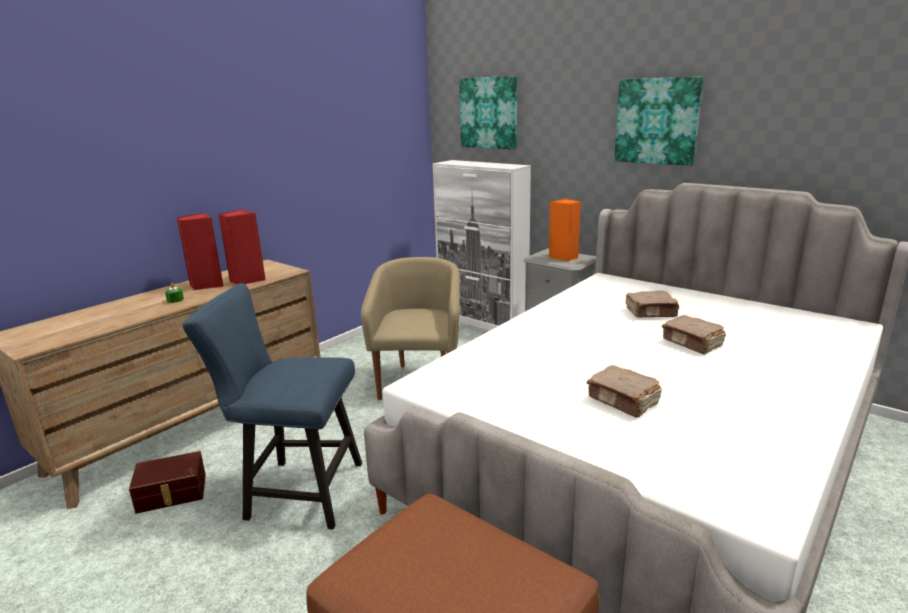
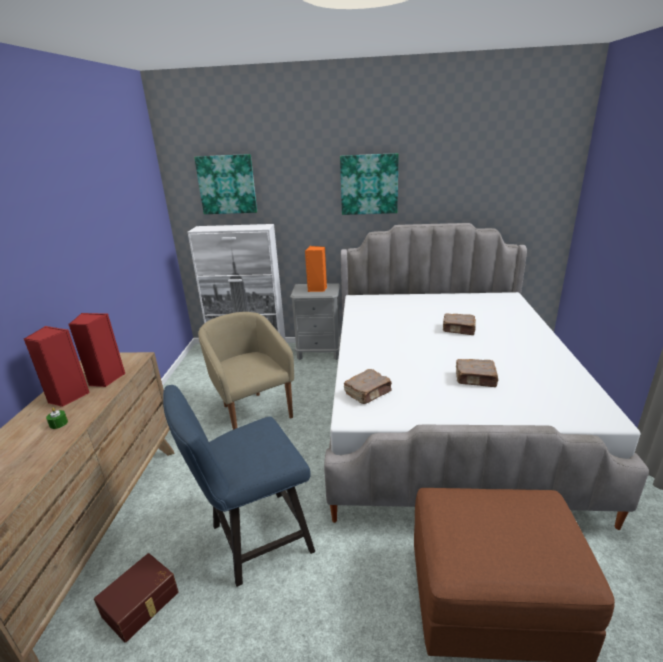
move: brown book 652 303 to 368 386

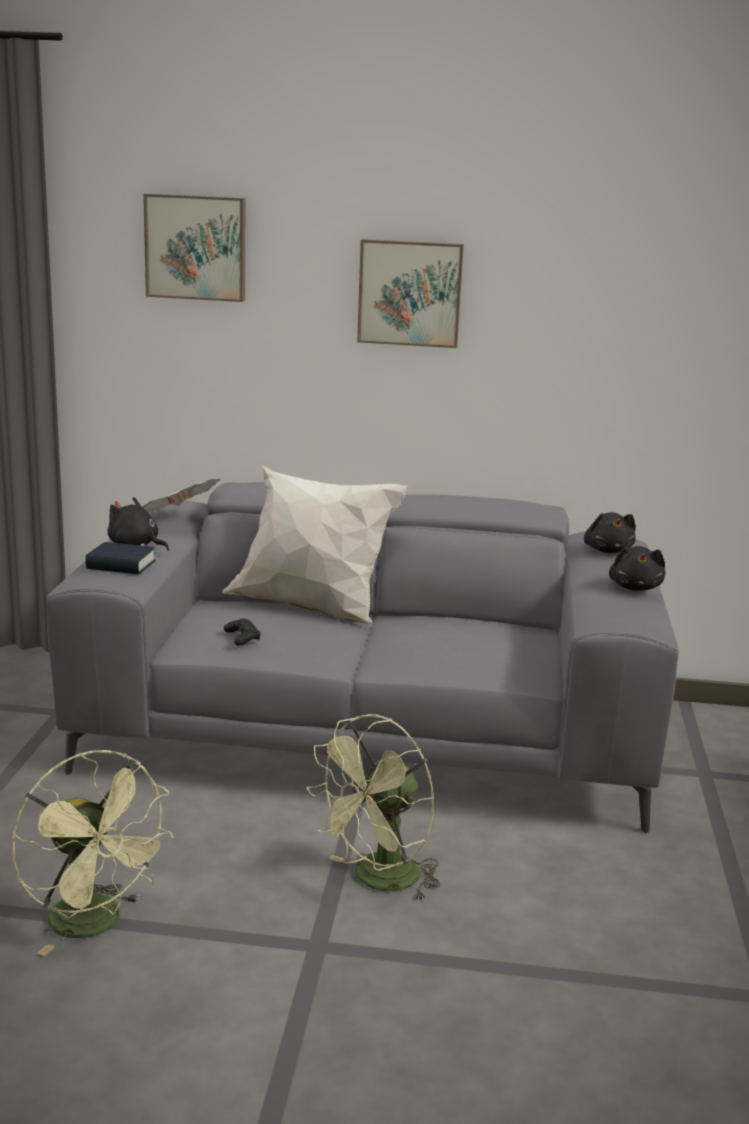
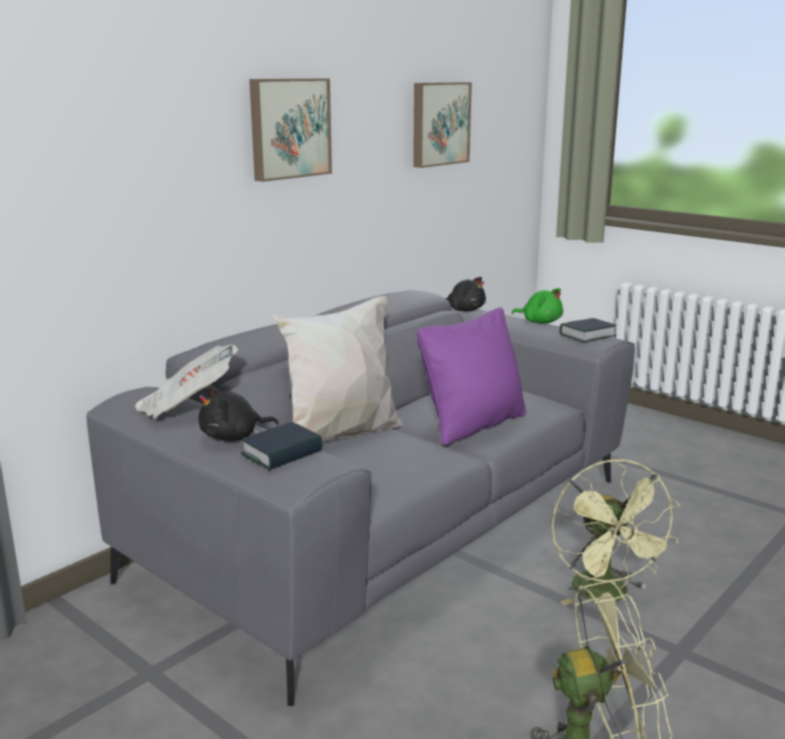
delete: black game controller 242 632
insert: purple pillow 471 376; book 588 330
move: picture 194 248 to 442 125
recolor: black plush toy 637 568 to green plush toy 537 306

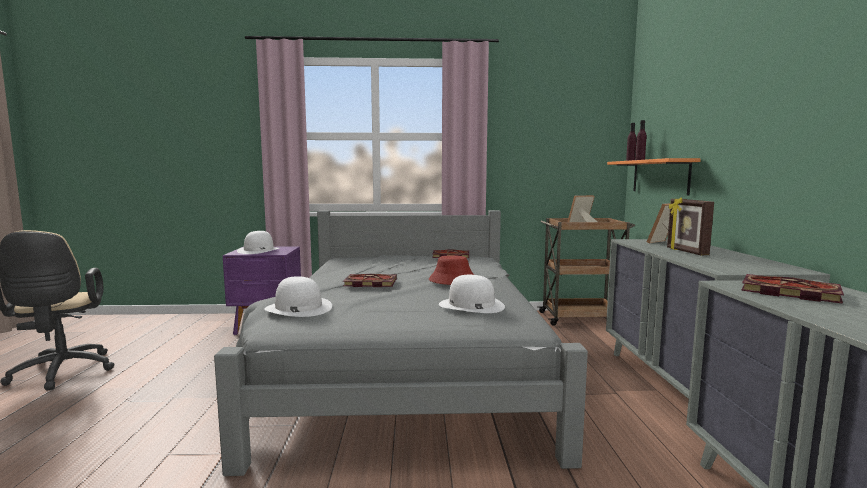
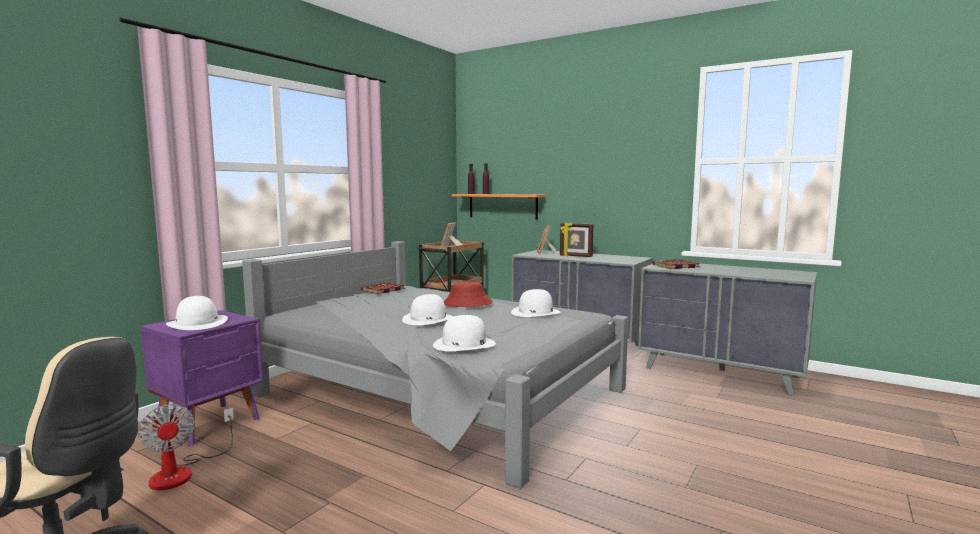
insert: fan 186 447
replace: book 370 280 to white hat 428 309

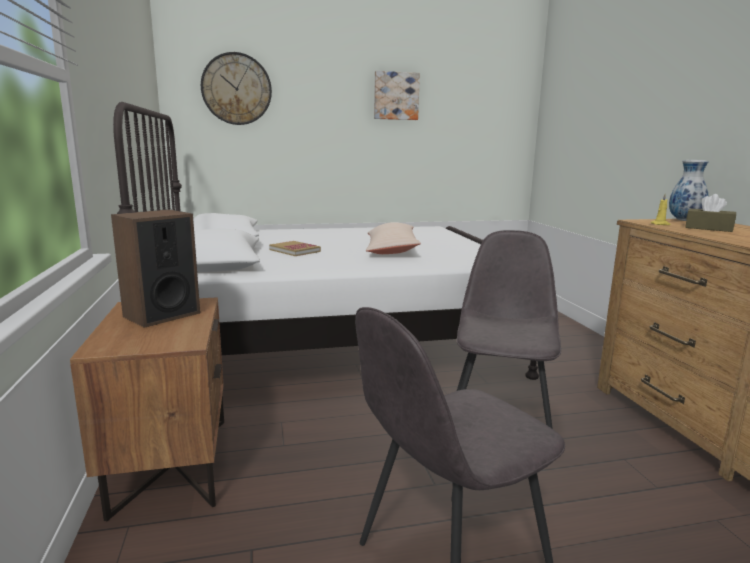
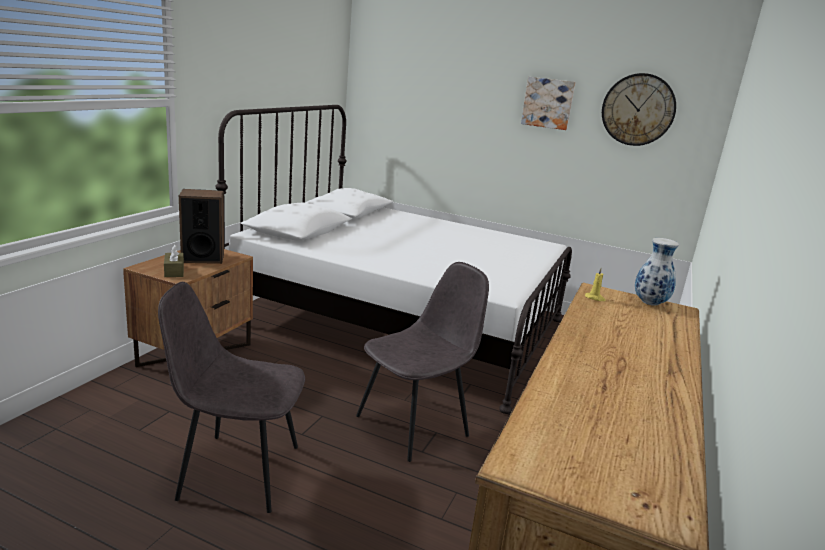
delete: book 295 248; beige pillow 393 238
move: wall clock 236 88 to 639 109; brown tissue box 710 213 to 174 261

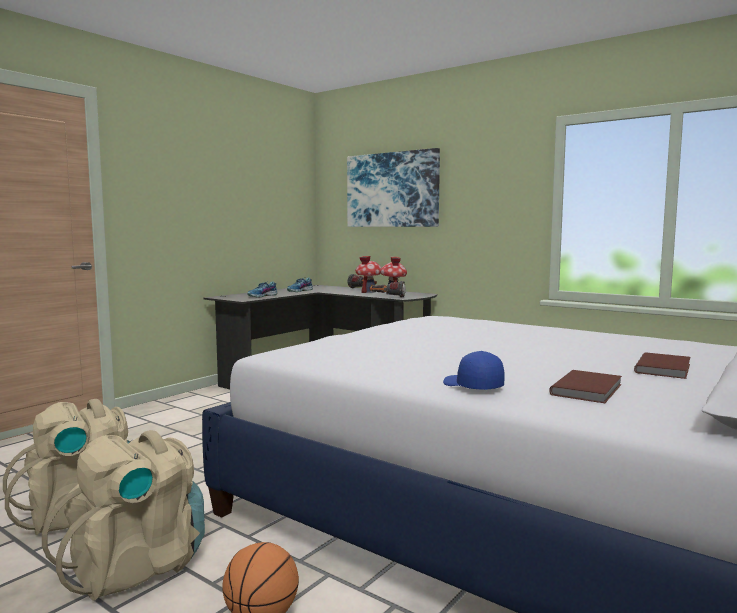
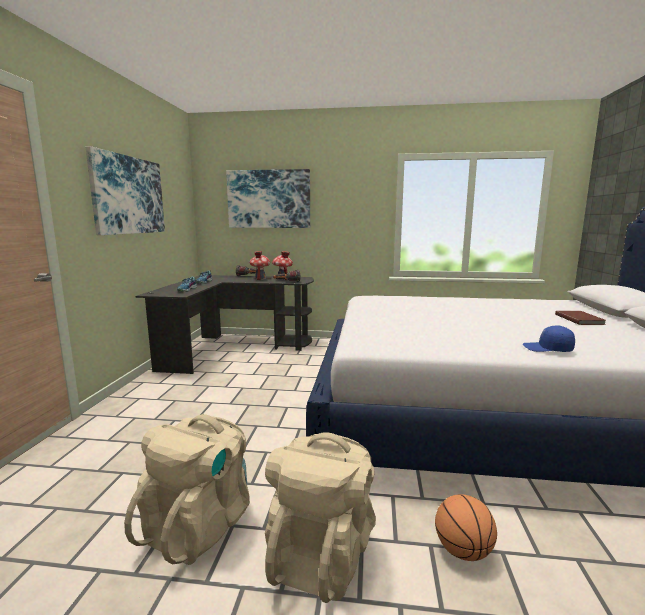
delete: brown book 585 386
insert: picture 125 190

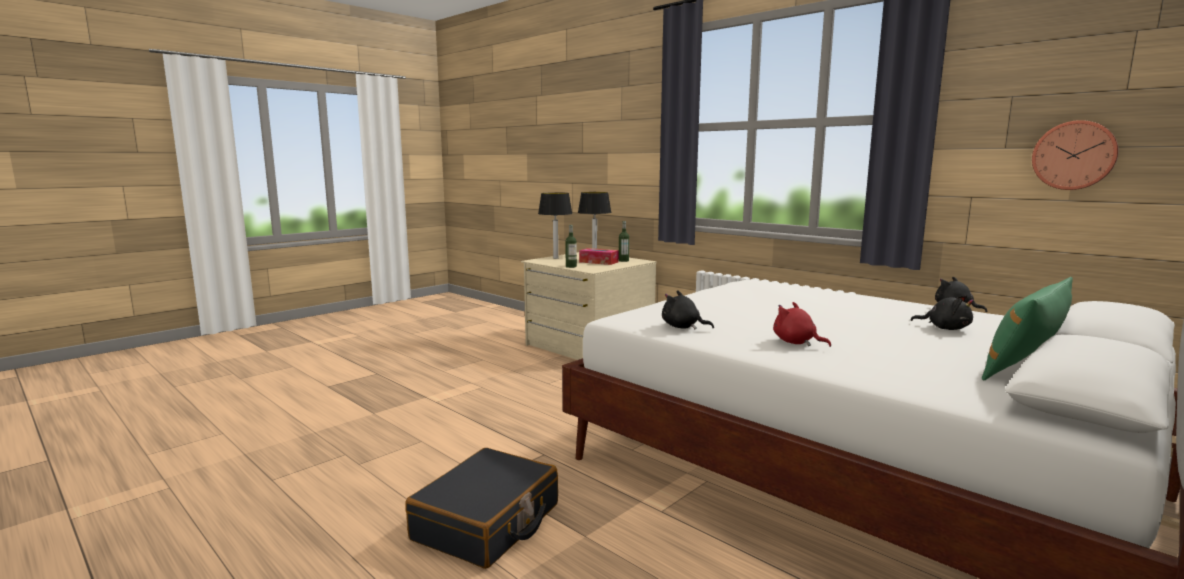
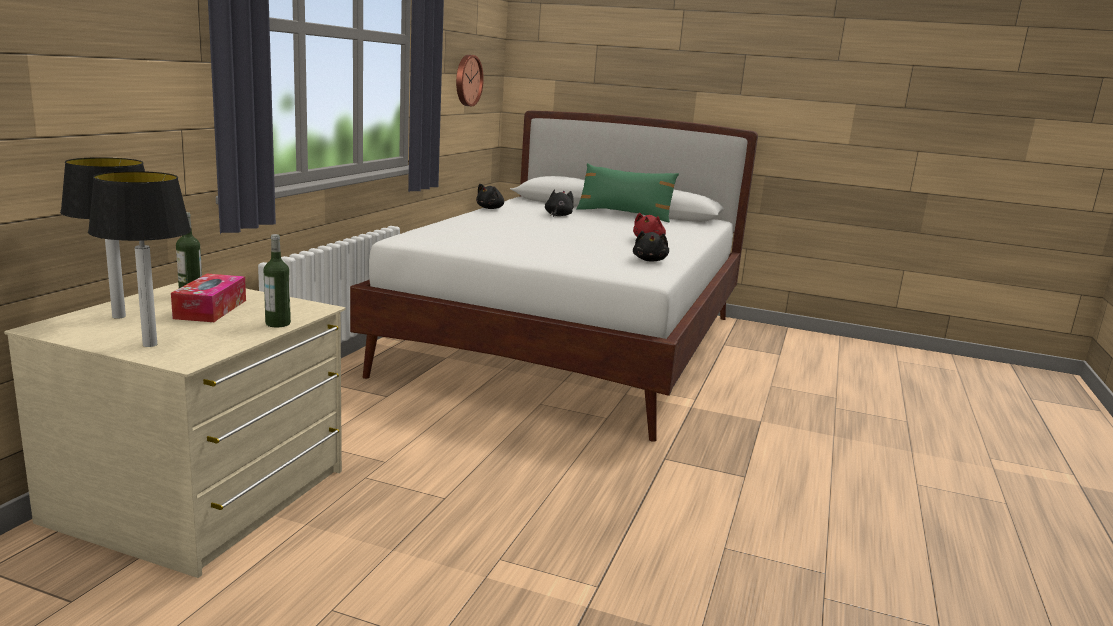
delete: black suitcase 481 508

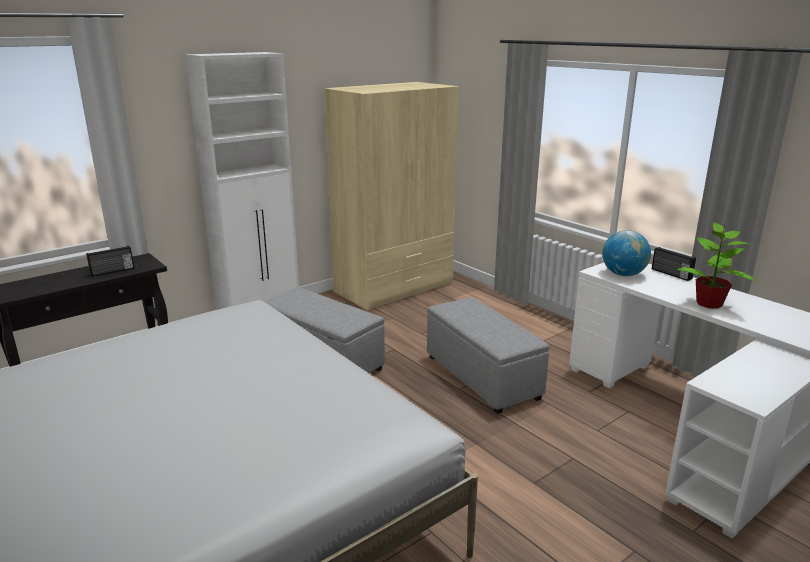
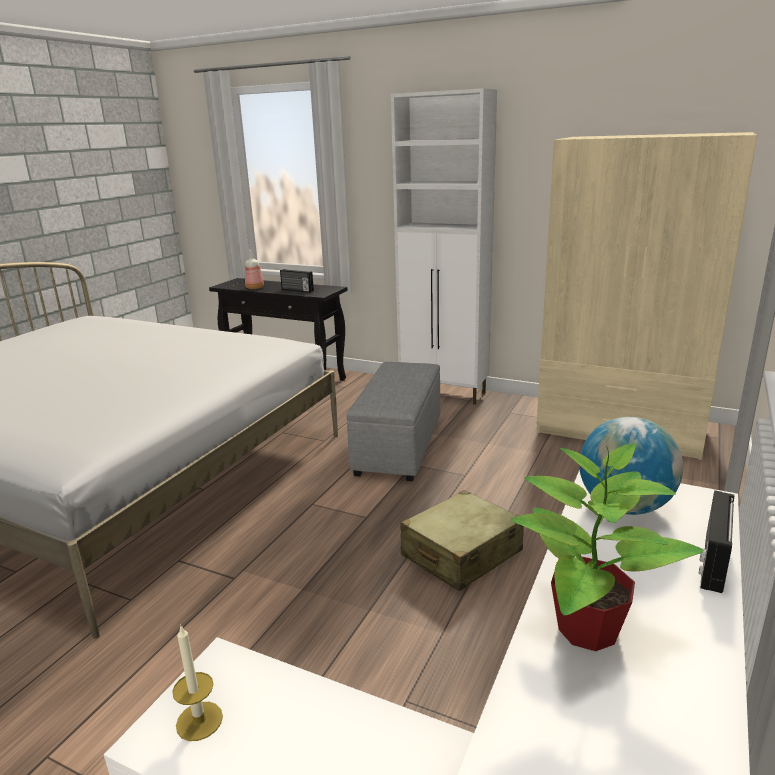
insert: candle 197 682; bottle 254 269
replace: grey ottoman 488 355 to beige suitcase 462 540

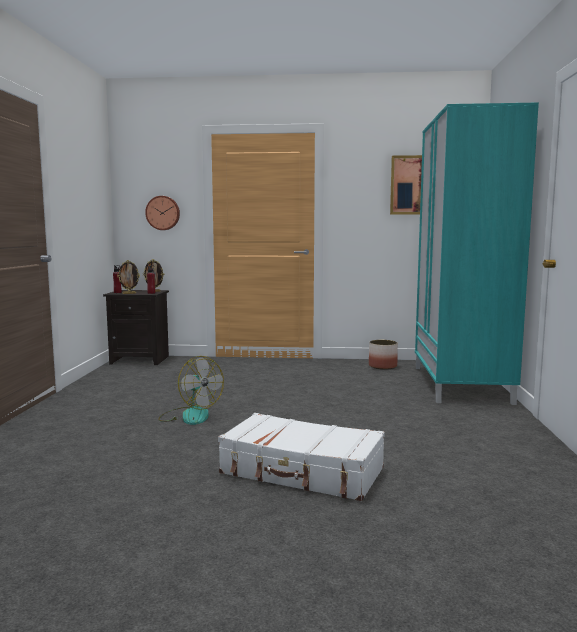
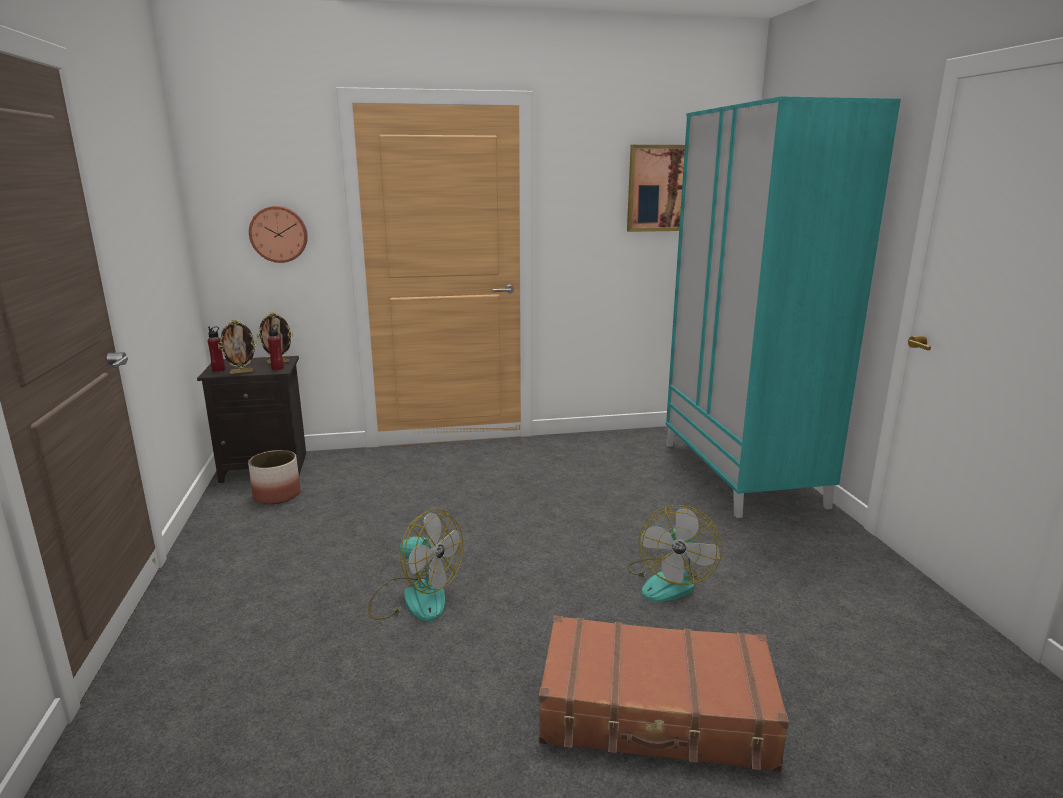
insert: fan 675 553
move: planter 383 355 to 274 477
recolor: white suitcase 301 457 to brown suitcase 664 694

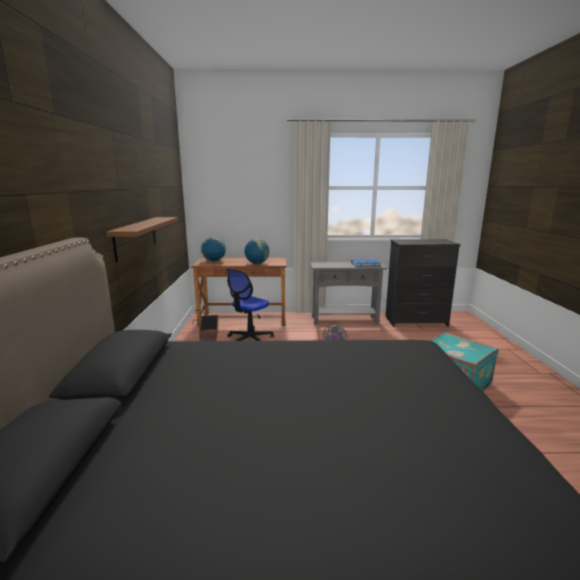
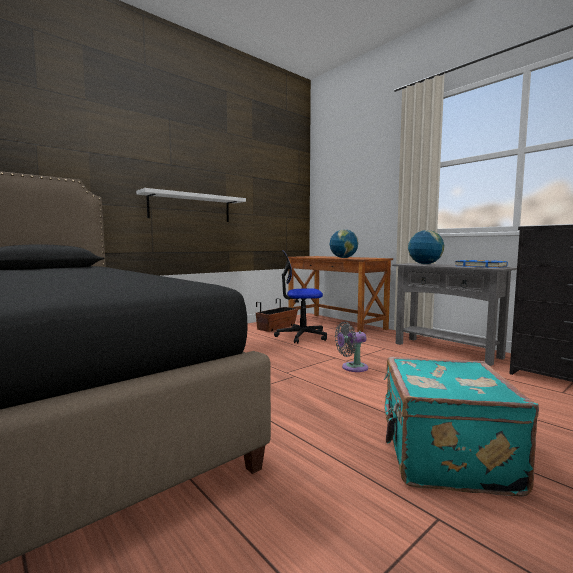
move: globe 213 249 to 426 247
recolor: brown shelf 142 240 to white shelf 191 205

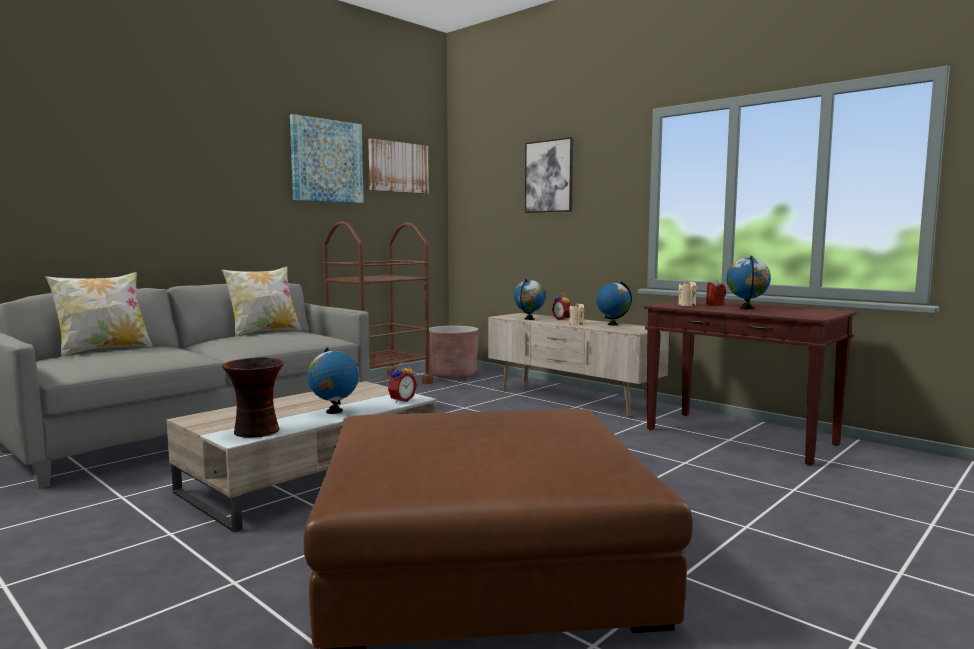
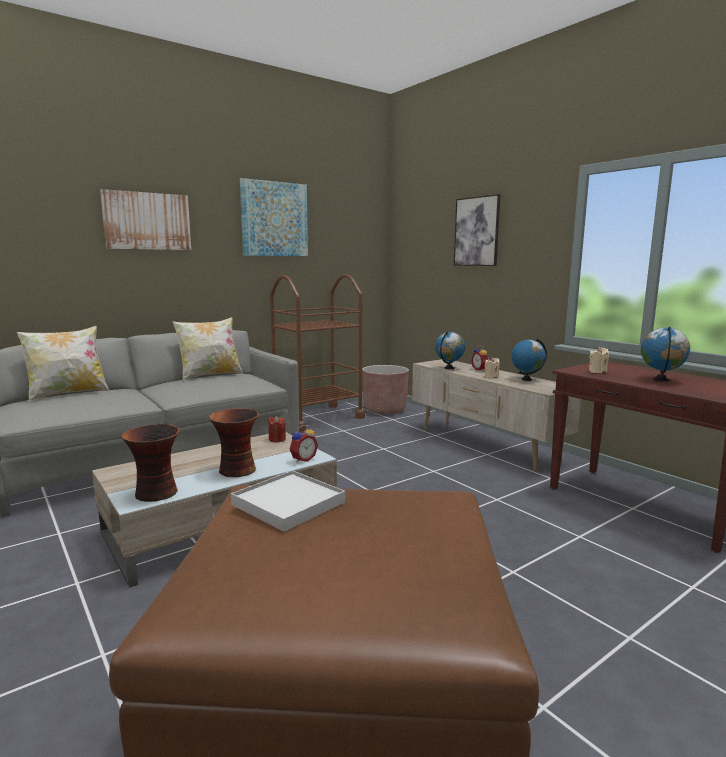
insert: white tray 288 501
move: picture 398 166 to 145 219; red candle 716 293 to 277 429
replace: globe 333 380 to vase 234 442

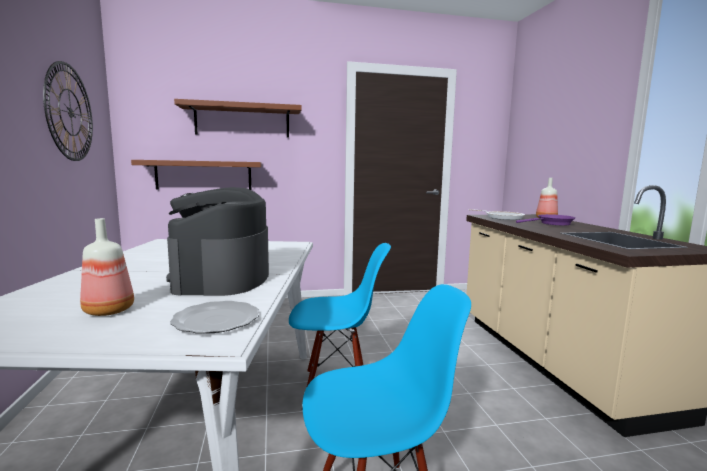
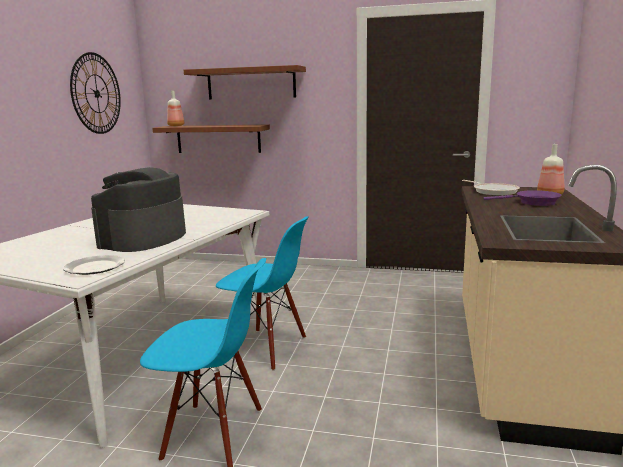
move: bottle 107 267 to 175 108

